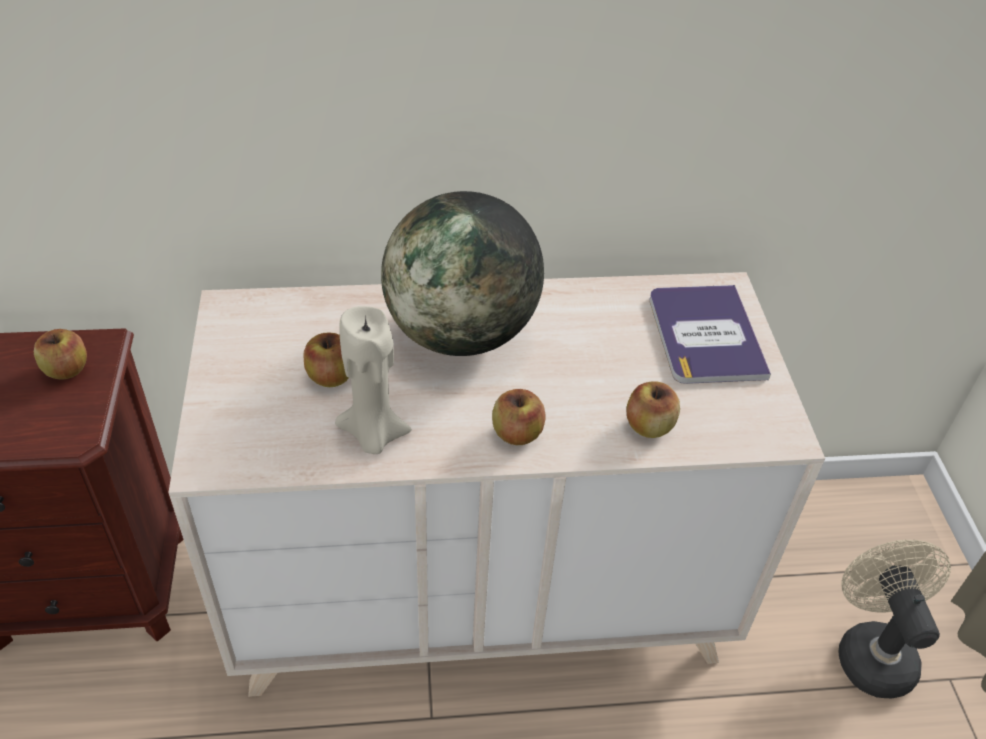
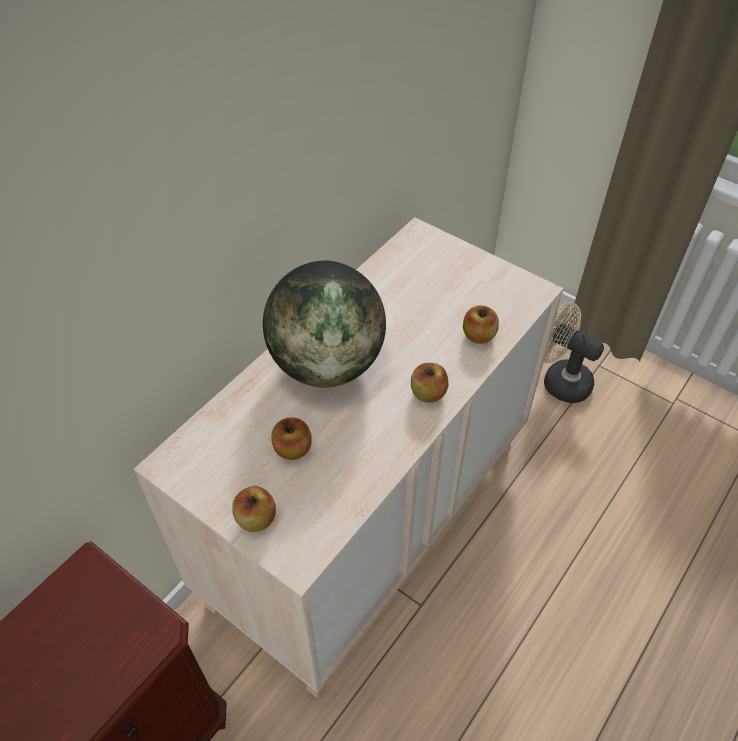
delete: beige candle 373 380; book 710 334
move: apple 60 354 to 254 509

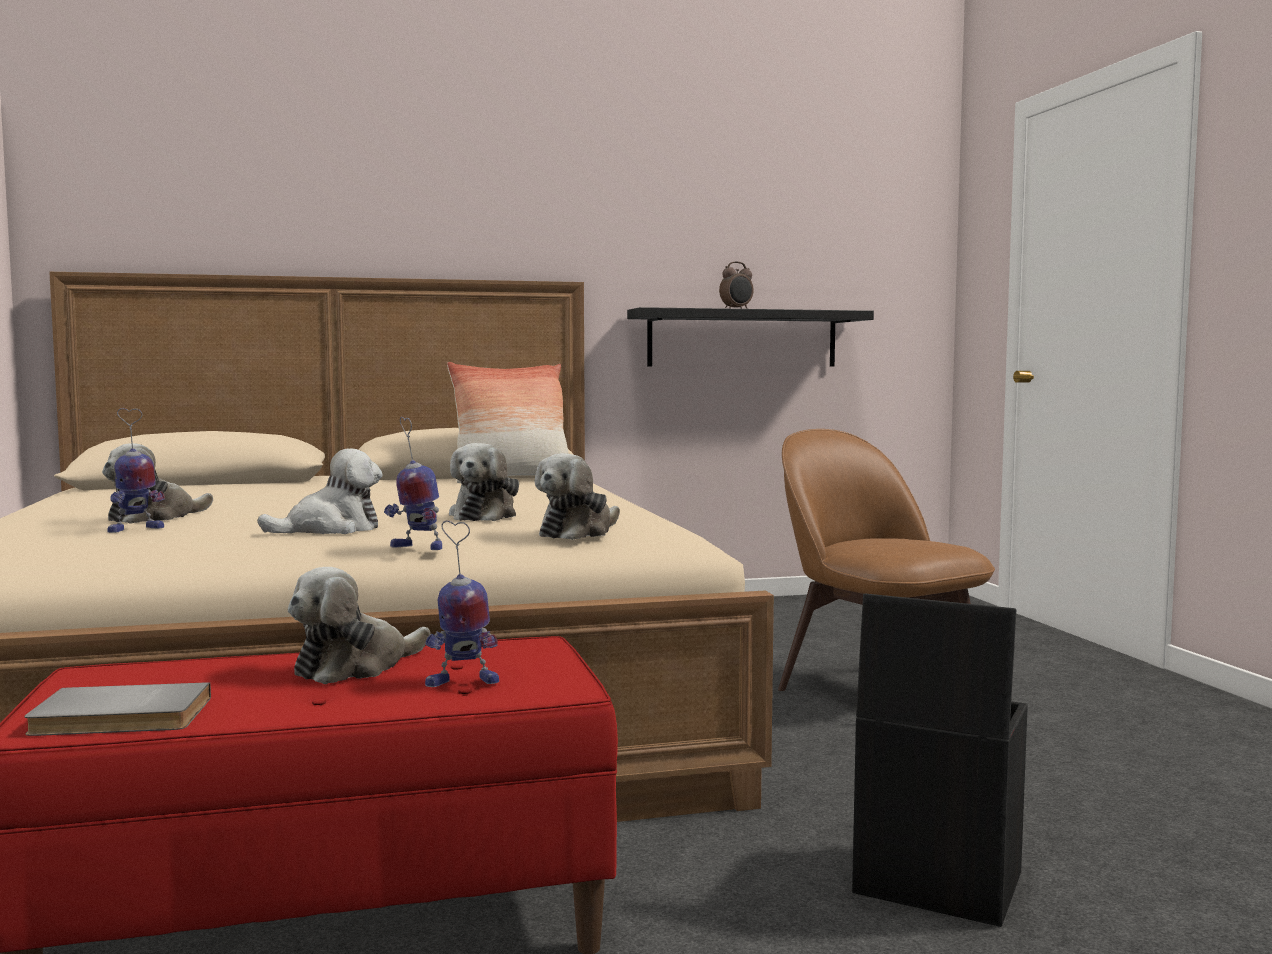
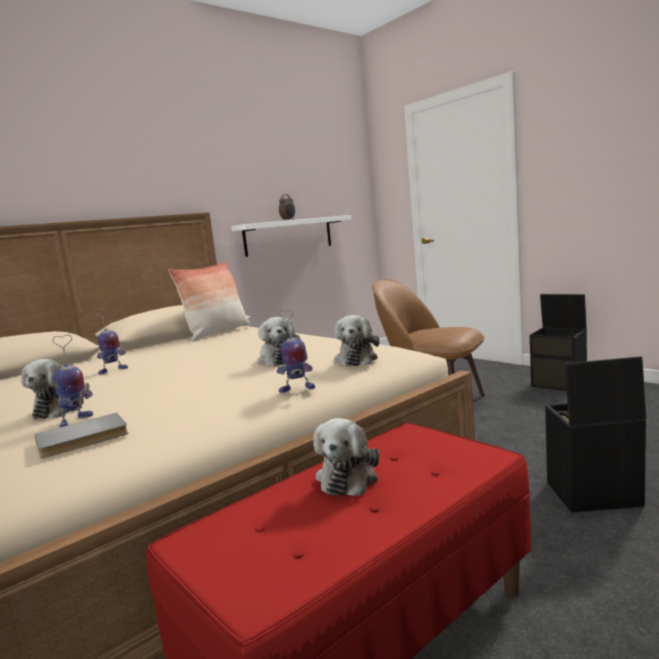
delete: plush toy 320 491
insert: black storage box 558 342
move: grey book 118 709 to 81 435; toy robot 462 603 to 111 341
recolor: black shelf 750 336 to white shelf 291 236

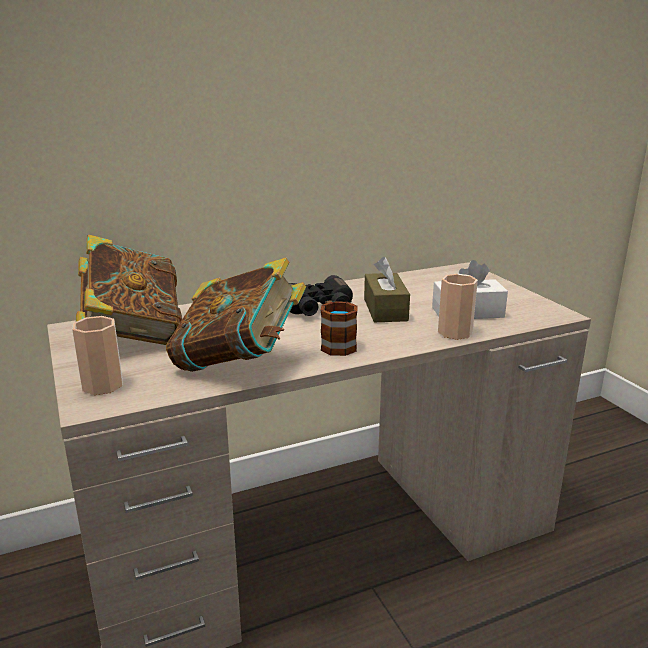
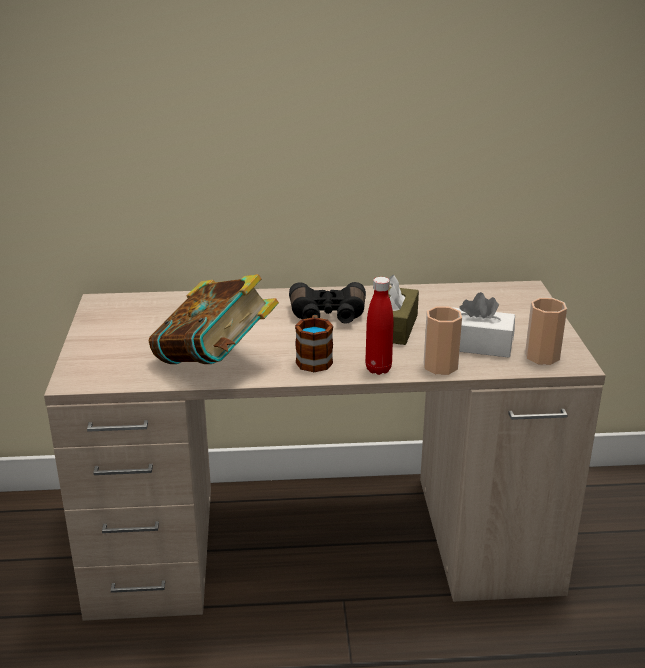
delete: book 129 290
insert: red bottle 379 326
move: cup 97 355 to 546 331

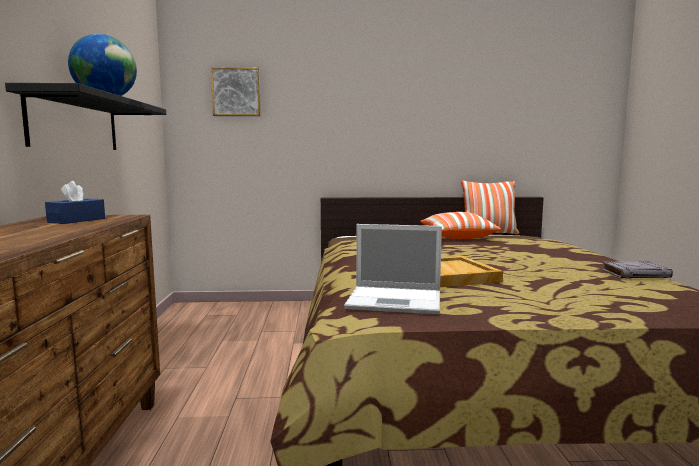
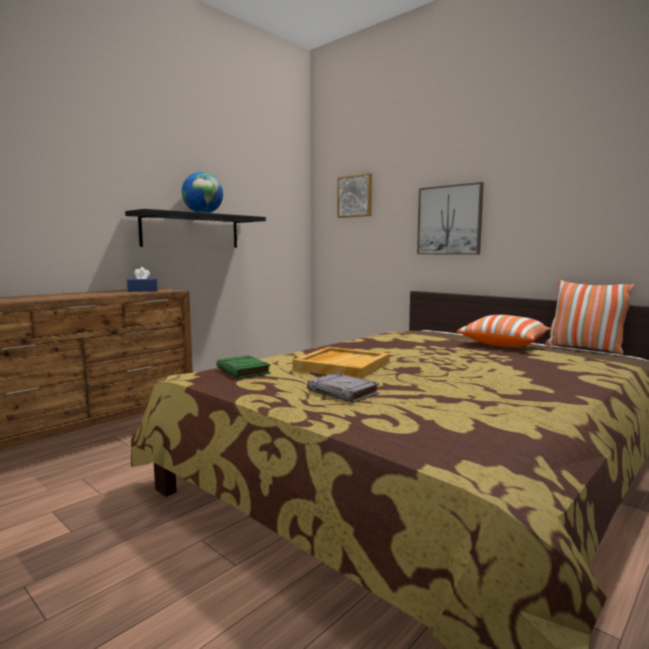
insert: picture 450 218
move: grey book 637 270 to 343 388
replace: laptop 393 269 to green book 244 367

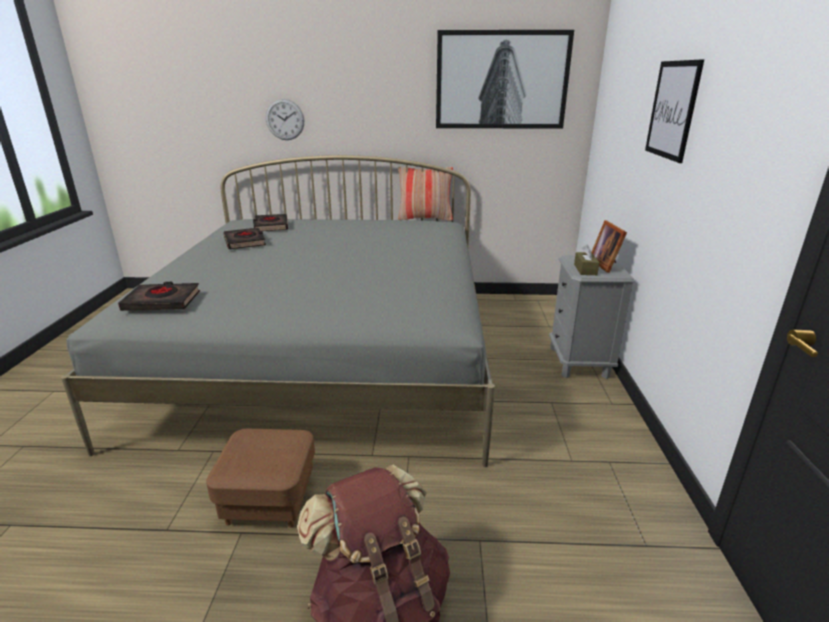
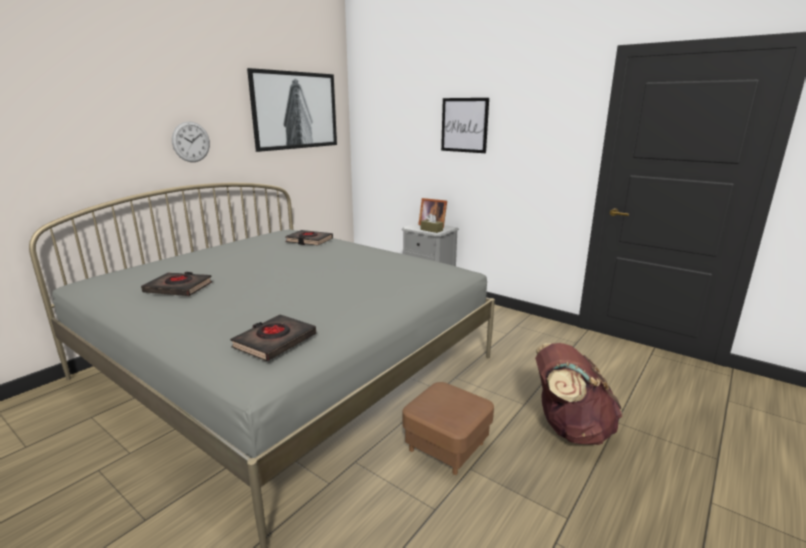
delete: pillow 425 194
move: black book 270 222 to 309 237; wall clock 285 119 to 191 141

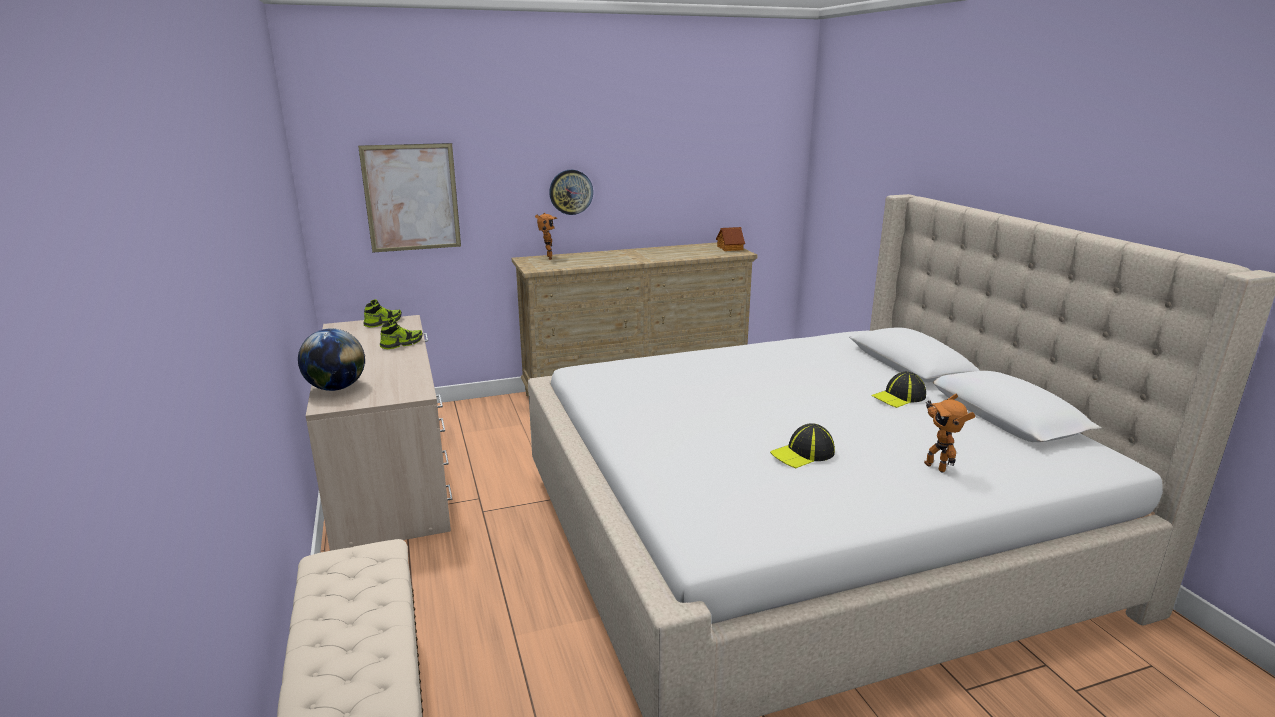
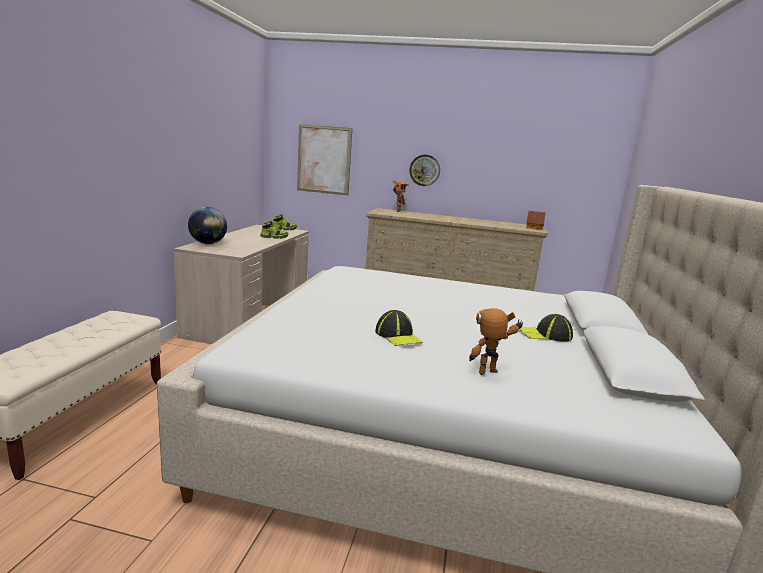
rotate: cap 802 445 = 399 328 120 degrees counterclockwise; toy robot 949 432 = 496 341 60 degrees clockwise

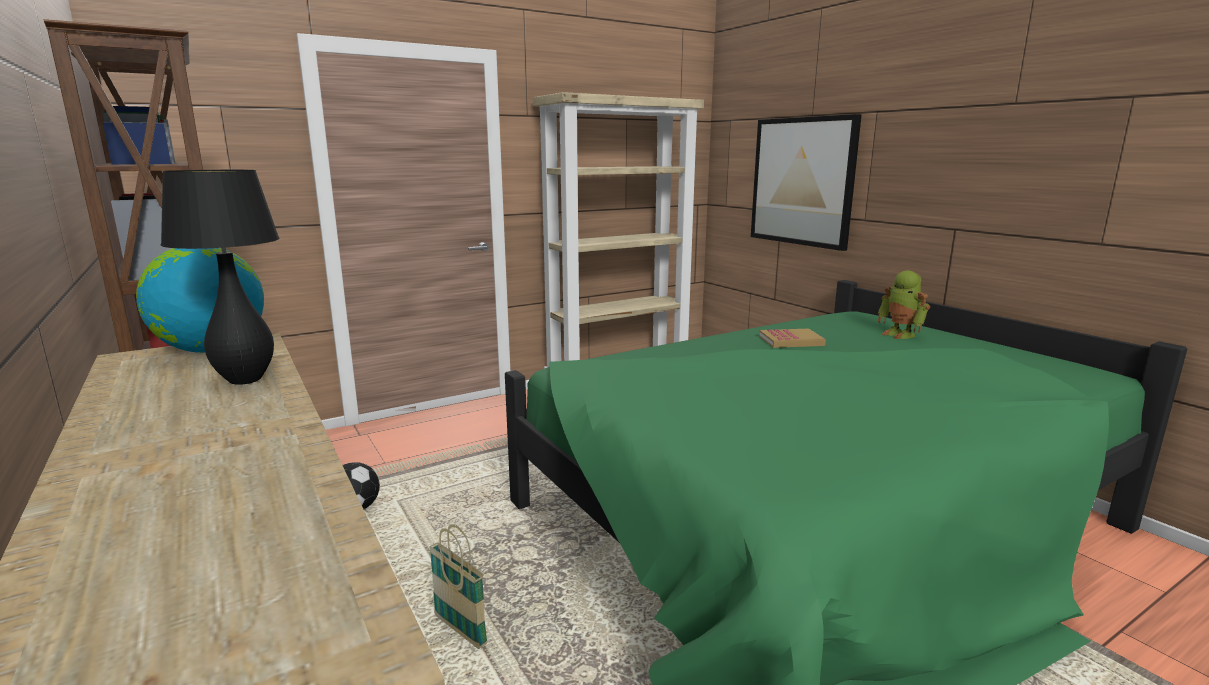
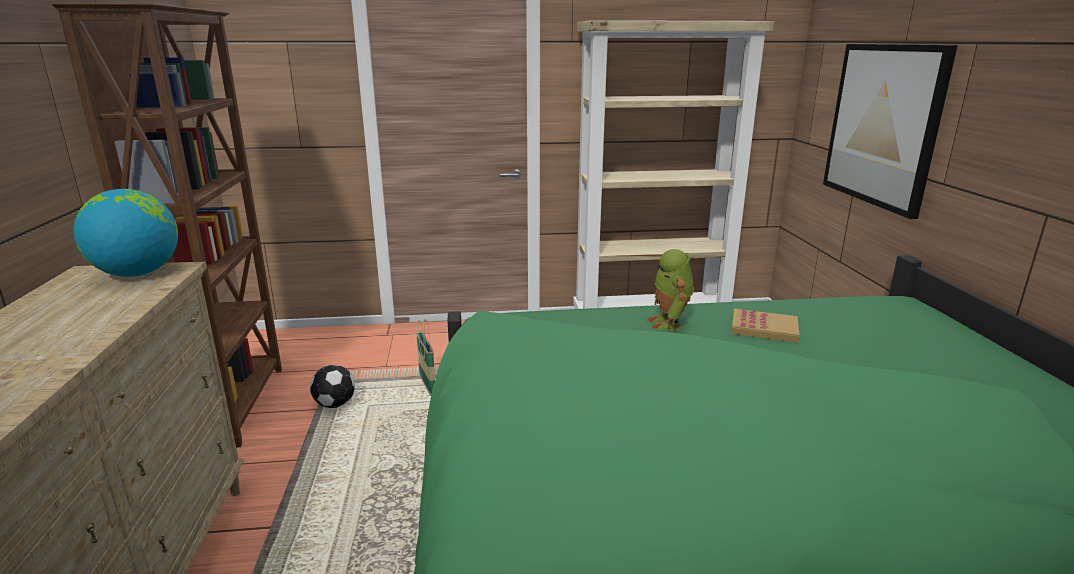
delete: black table lamp 220 277
move: basket 458 586 to 425 357; toy robot 904 304 to 670 289

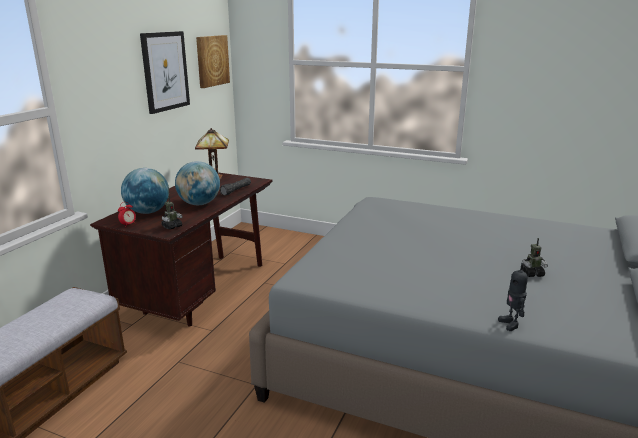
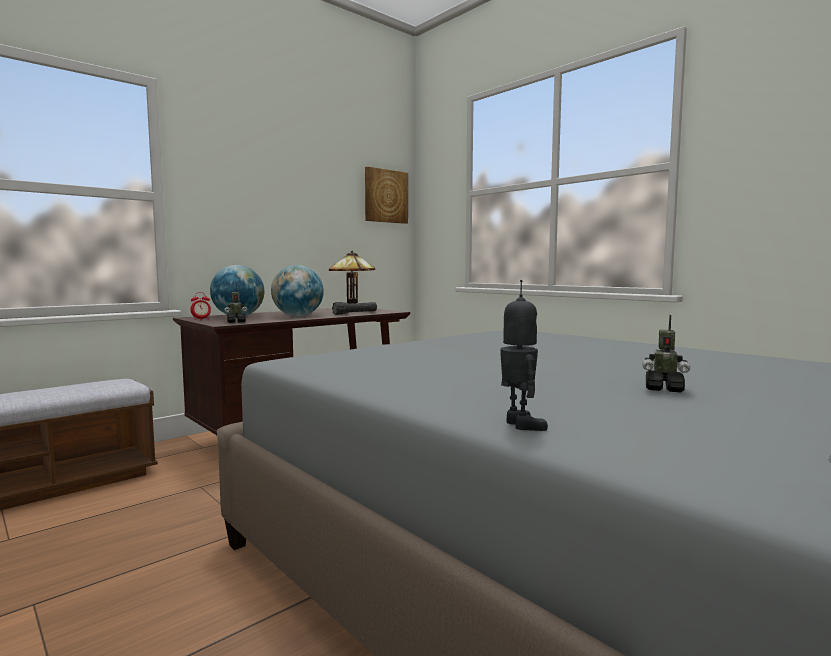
delete: picture 165 72
rotate: toy robot 513 297 = 524 355 150 degrees clockwise

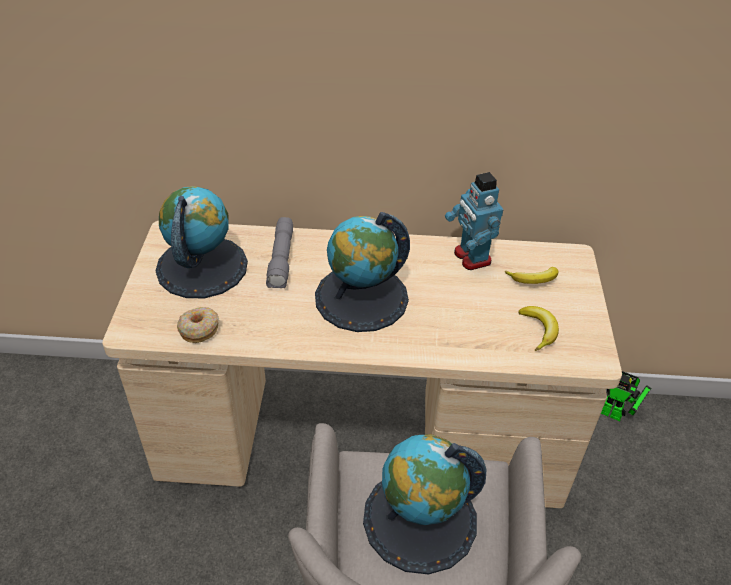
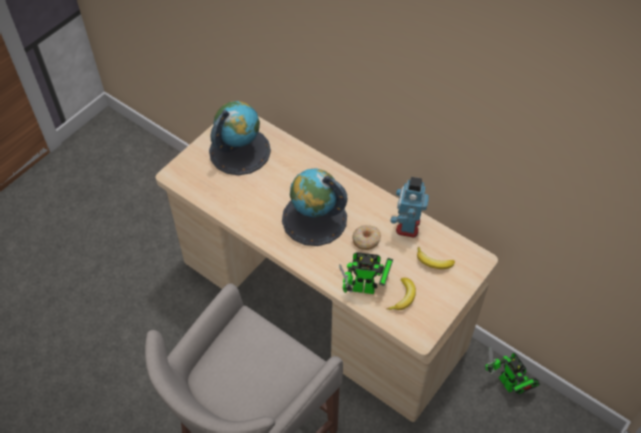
delete: grey flashlight 279 252; globe 424 504
insert: toy robot 366 273
move: donut 198 325 to 366 237

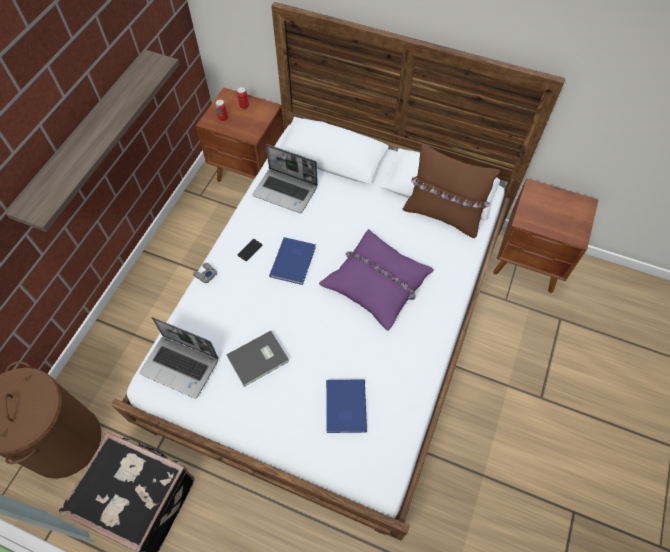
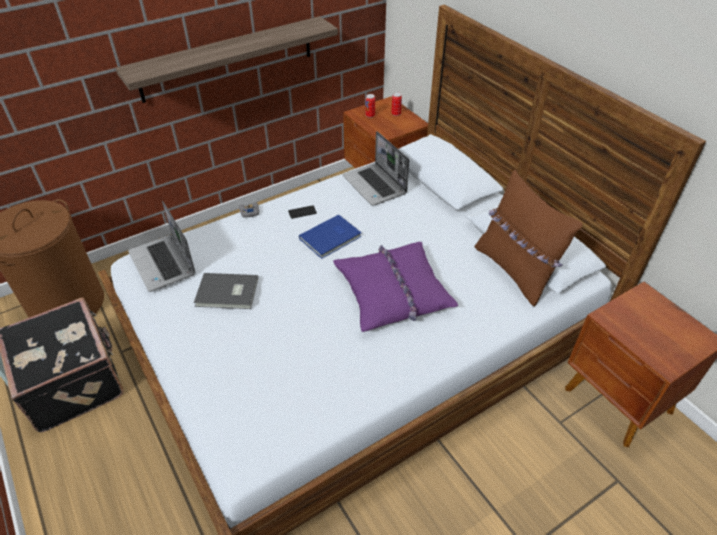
delete: blue book 346 406

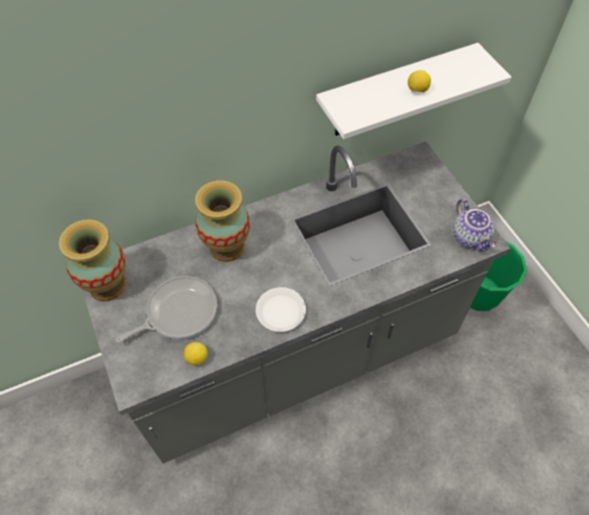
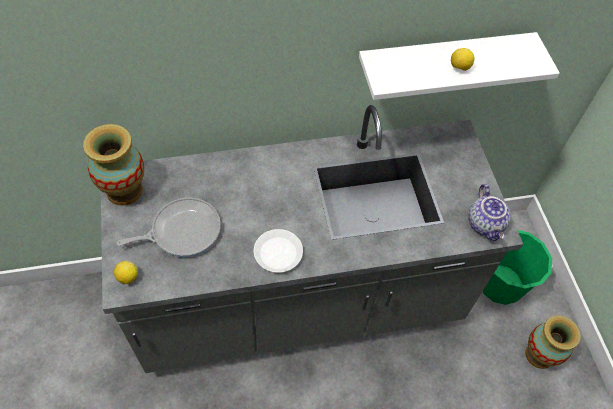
move: lemon 196 354 to 126 272; vase 222 221 to 553 342

